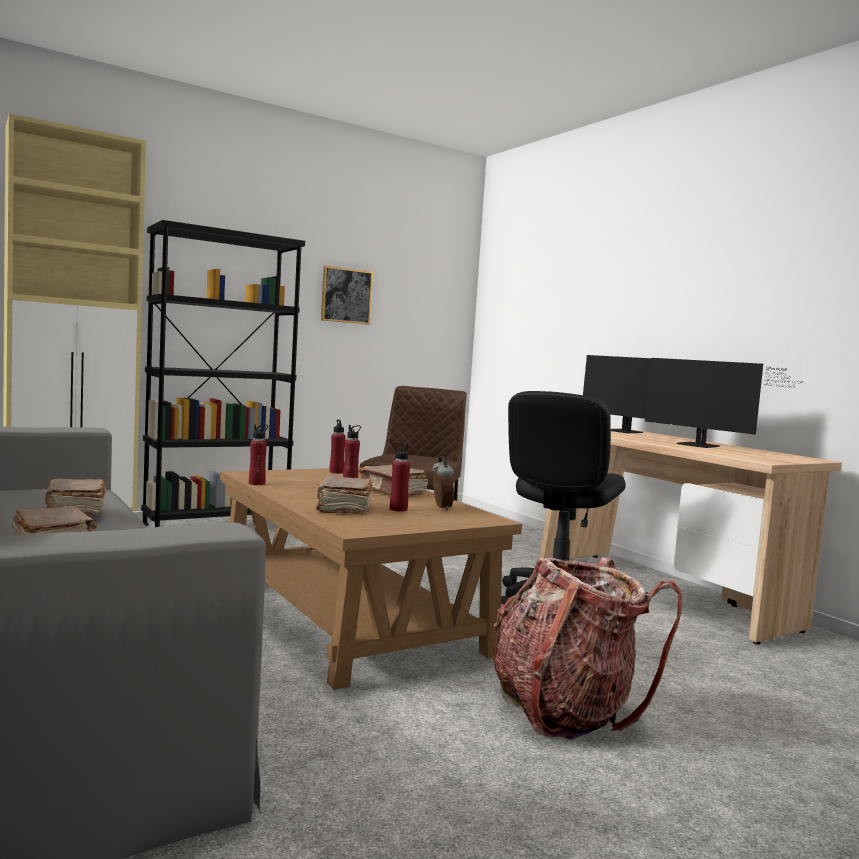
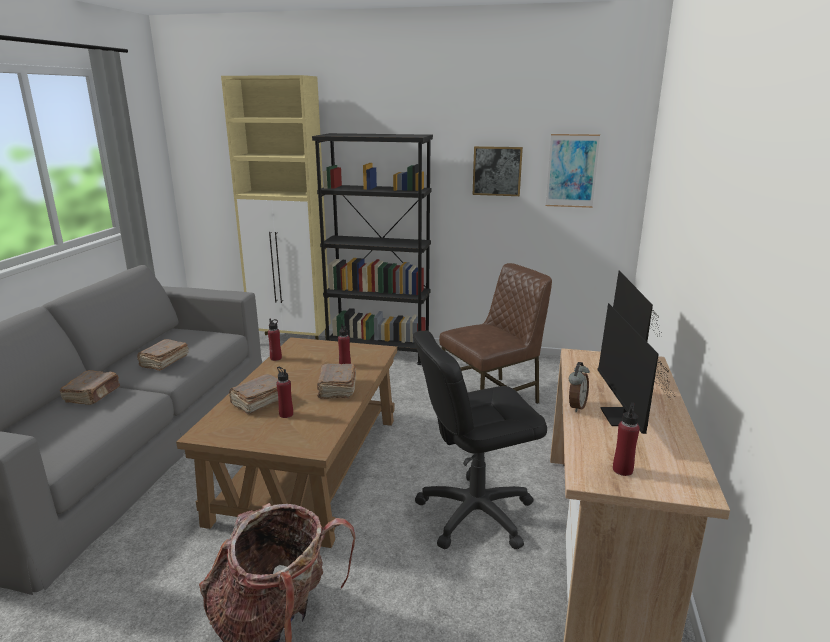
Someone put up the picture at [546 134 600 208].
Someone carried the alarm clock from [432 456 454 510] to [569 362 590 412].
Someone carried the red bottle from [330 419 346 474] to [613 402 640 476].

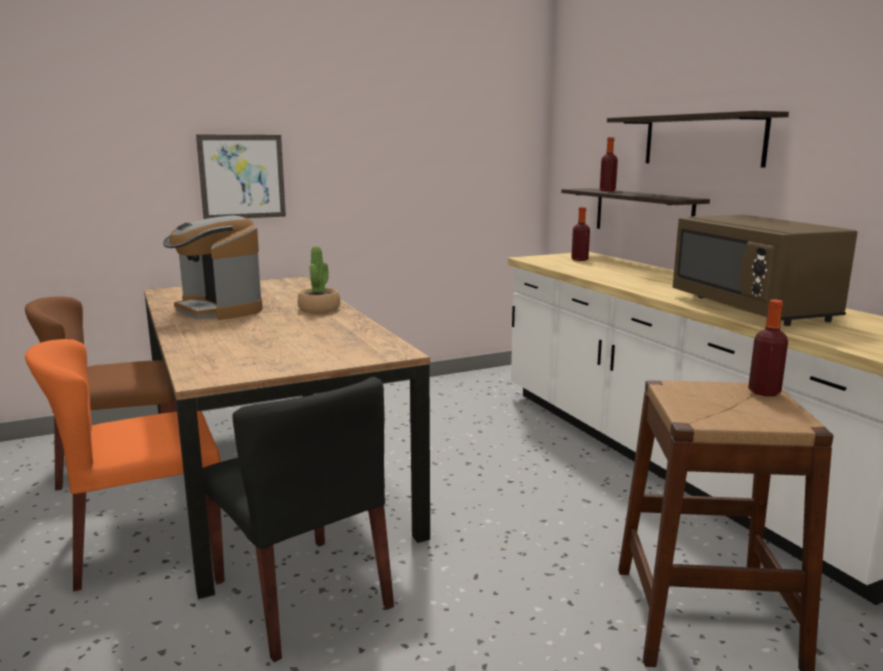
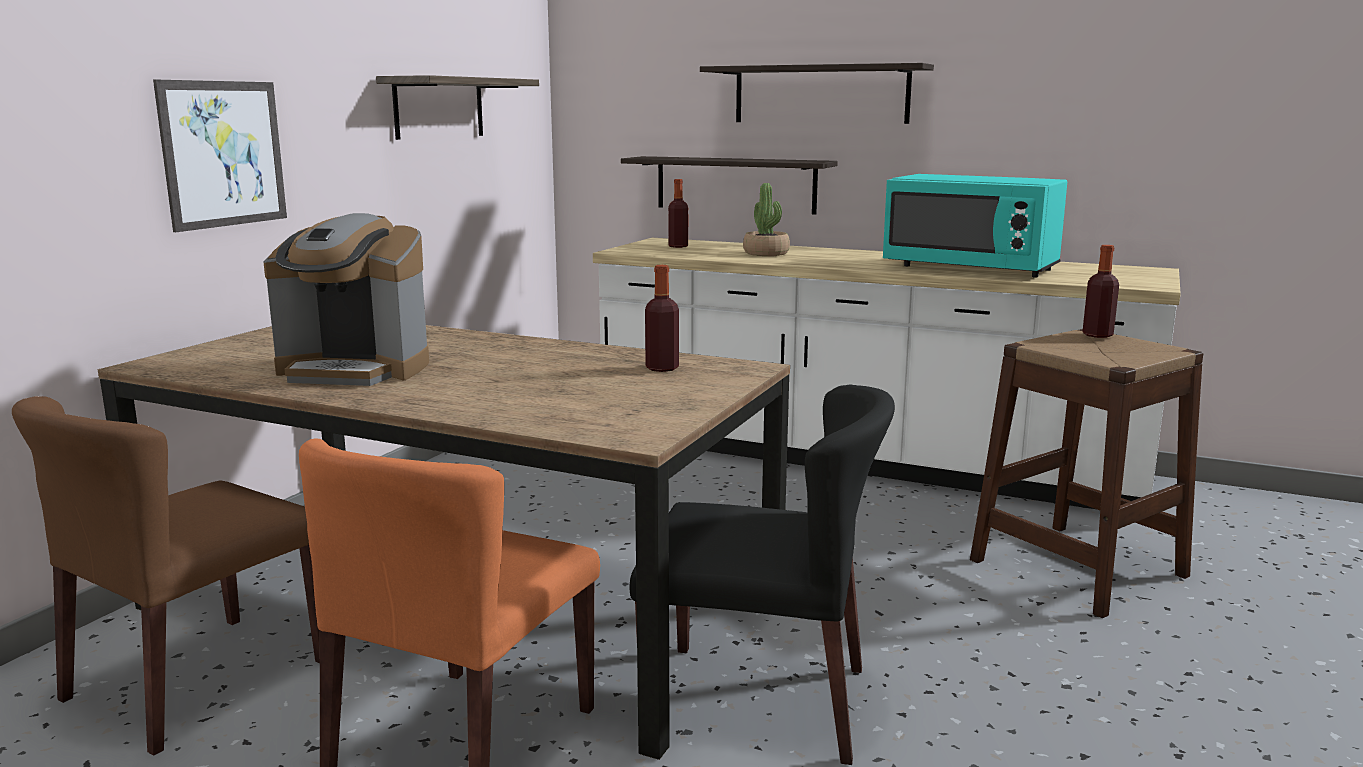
Someone put up the shelf at [376 75 539 140].
Someone carried the bottle from [600 137 618 191] to [645 265 679 372].
Someone carried the potted plant from [298 246 340 313] to [743 183 790 256].
Someone repainted the brown microwave at [673 215 857 326], which became the turquoise microwave at [883 174 1067 278].

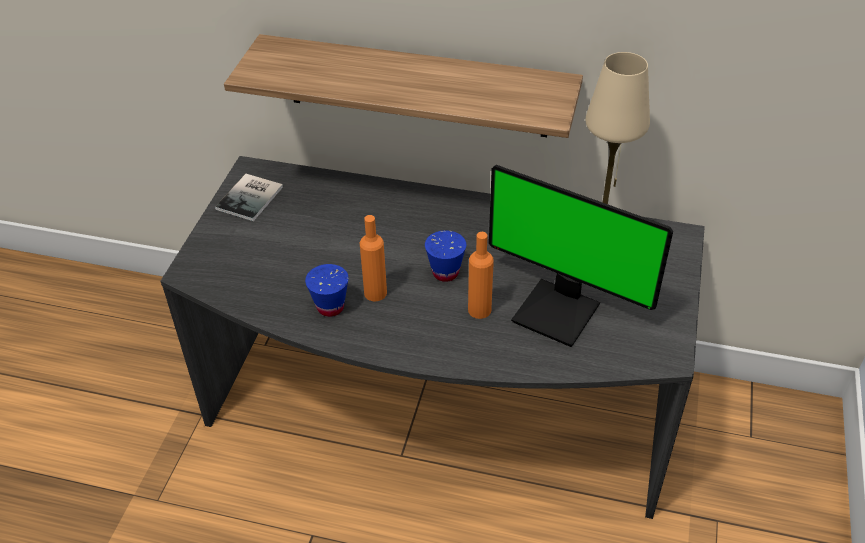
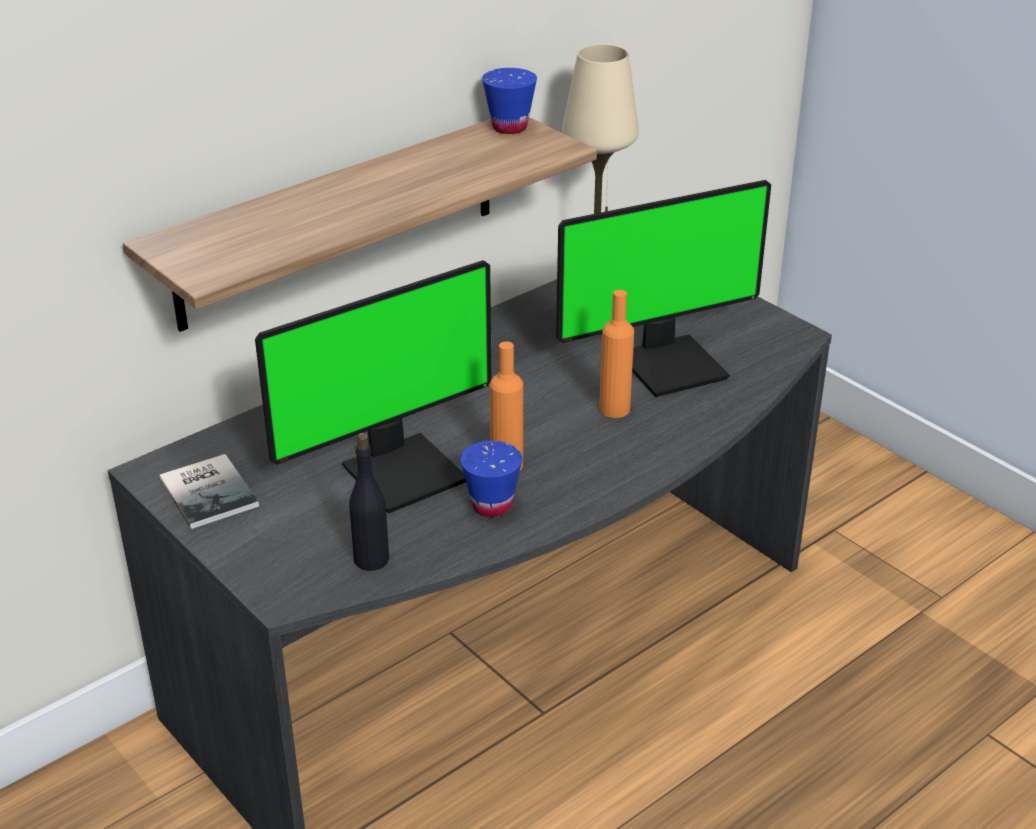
Someone put down the monitor at [255 260 492 514].
Someone put down the black bottle at [349 433 389 571].
Someone carried the blue cup from [425 230 466 282] to [482 68 537 134].

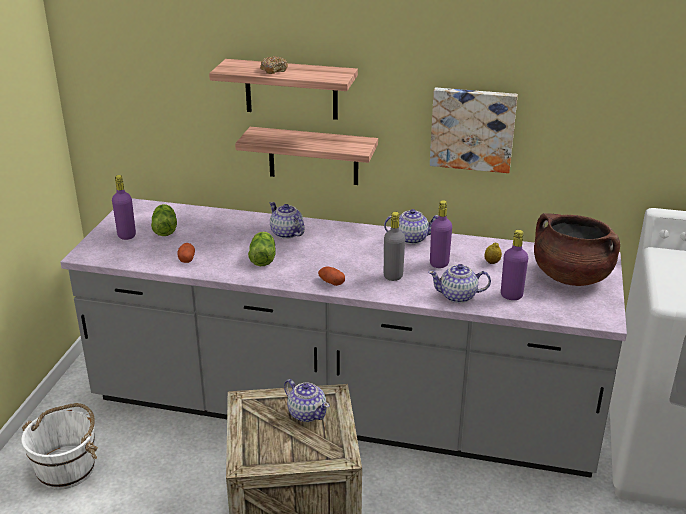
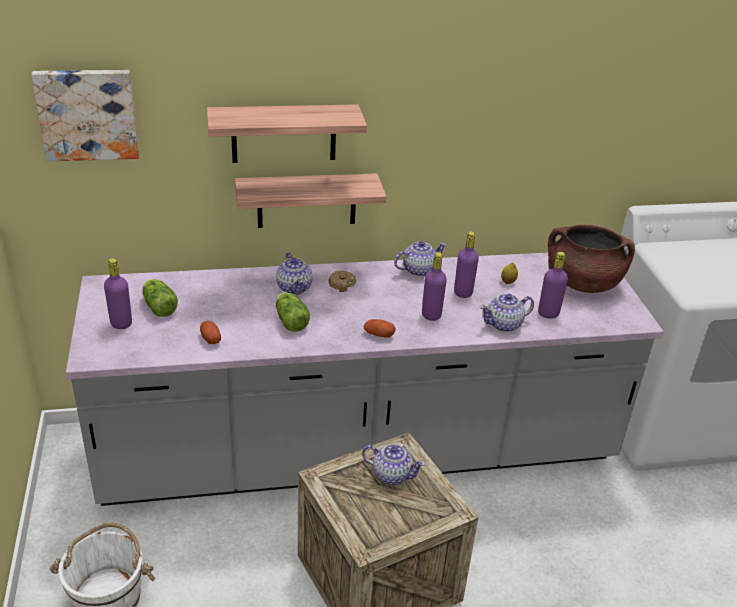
Someone carried the picture from [430 88 518 173] to [31 70 139 161].
Someone rotated the teapot at [270 202 305 239] by 135 degrees counterclockwise.
Someone carried the donut from [260 56 288 74] to [328 270 356 292].
Someone repainted the grey bottle at [384 212 405 281], which became the purple bottle at [422 252 447 321].

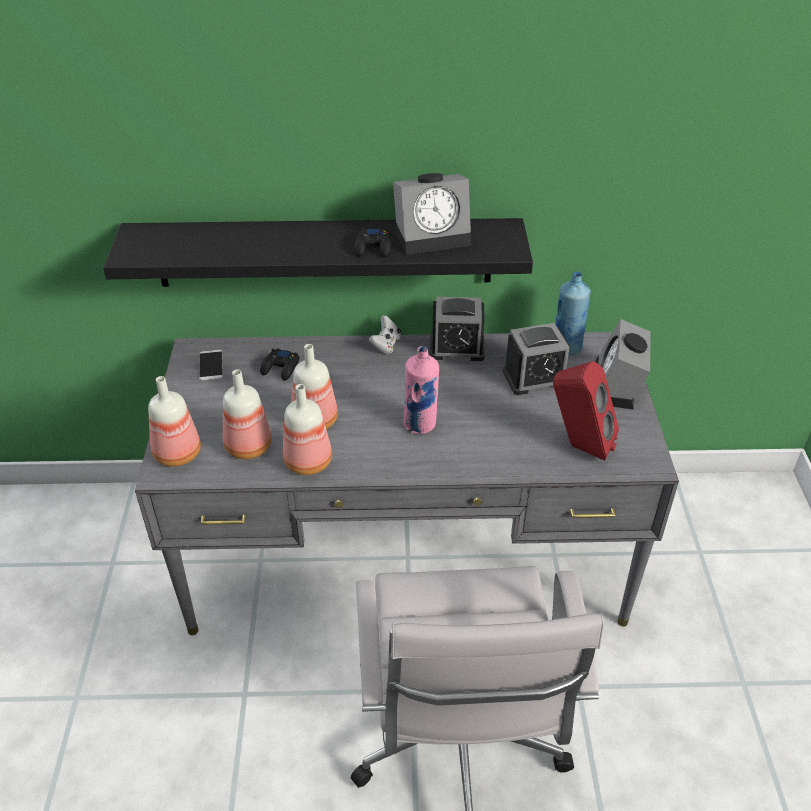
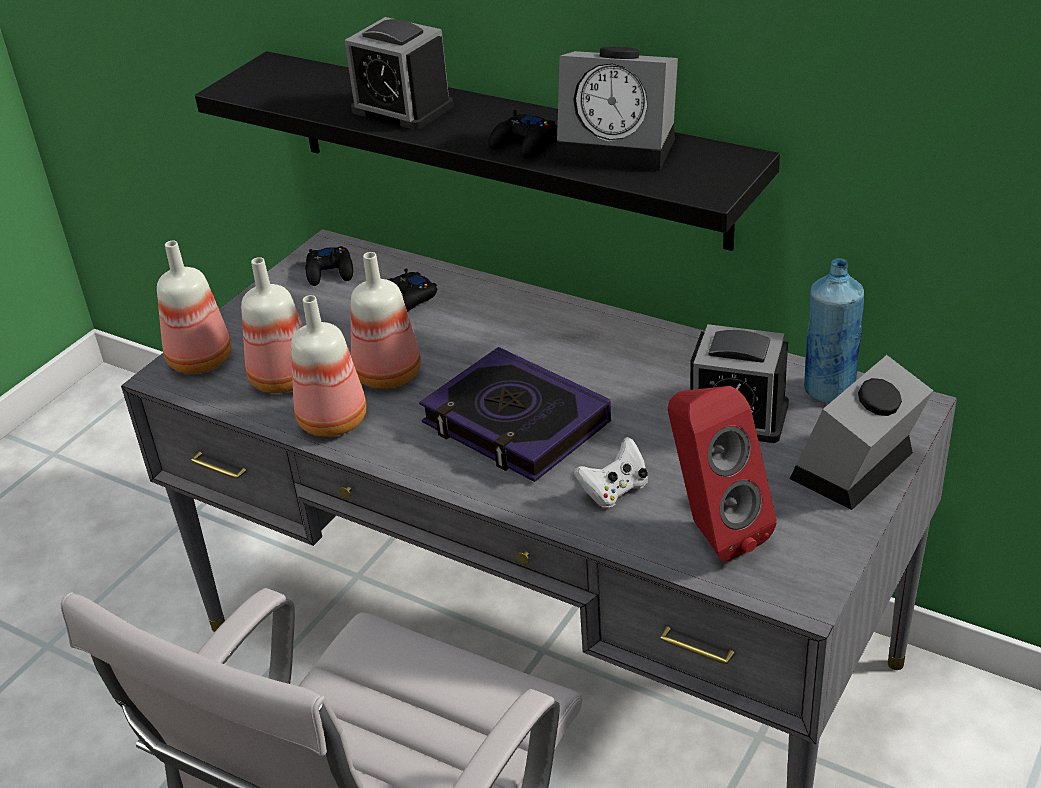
Someone swapped the phone at [199 350 223 381] for the black game controller at [305 246 353 286].
Someone carried the alarm clock from [430 297 485 361] to [344 17 453 130].
Someone swapped the pink bottle at [404 346 439 434] for the book at [419 347 611 482].
Someone carried the white game controller from [369 315 401 354] to [574 437 648 508].

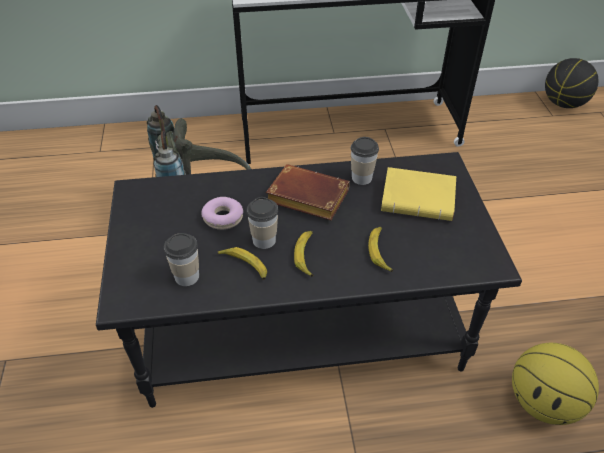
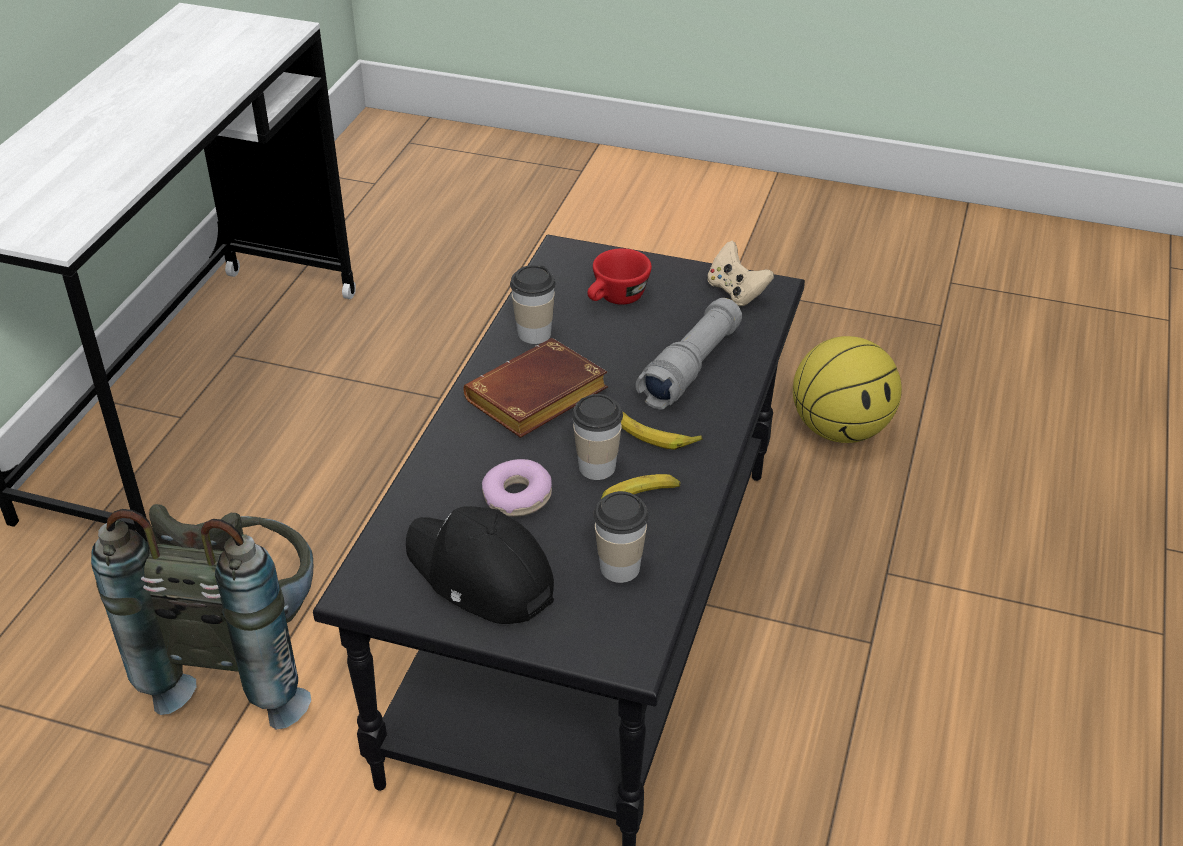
Someone put down the black cap at [406 506 554 624].
Someone swapped the yellow book at [381 167 456 221] for the red cup at [587 248 652 305].
Someone swapped the banana at [368 227 393 272] for the grey flashlight at [636 298 742 409].
Someone put down the beige game controller at [707 241 774 306].
Someone took away the basketball at [545 58 598 108].

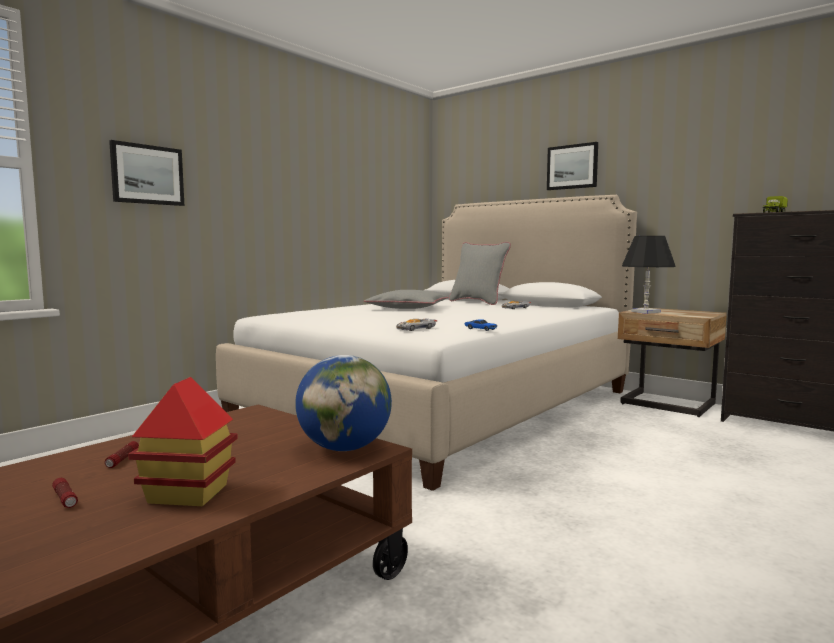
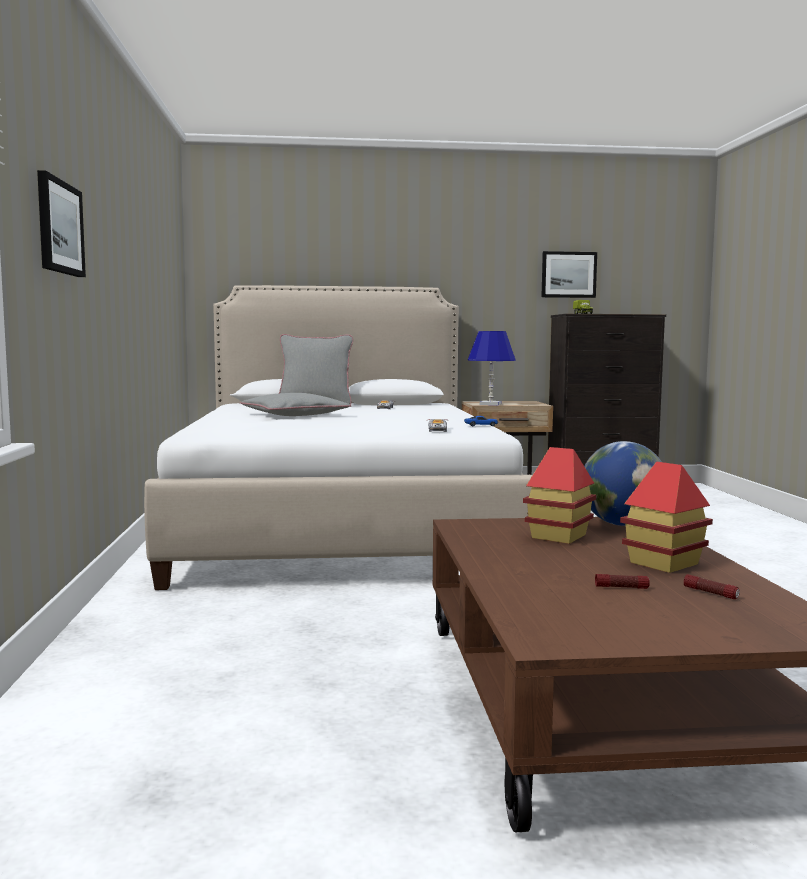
Someone repainted the black table lamp at [622 236 675 314], which became the blue table lamp at [468 331 516 405].
Someone put down the toy house at [523 447 596 544].
Someone carried the picture from [547 142 598 190] to [542 251 597 298].
Someone carried the flashlight from [105 441 139 468] to [684 574 740 599].

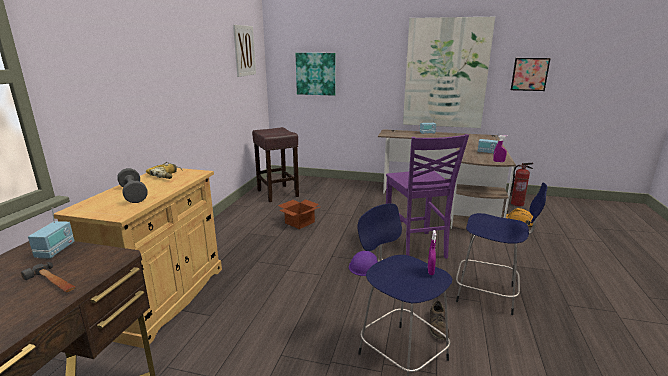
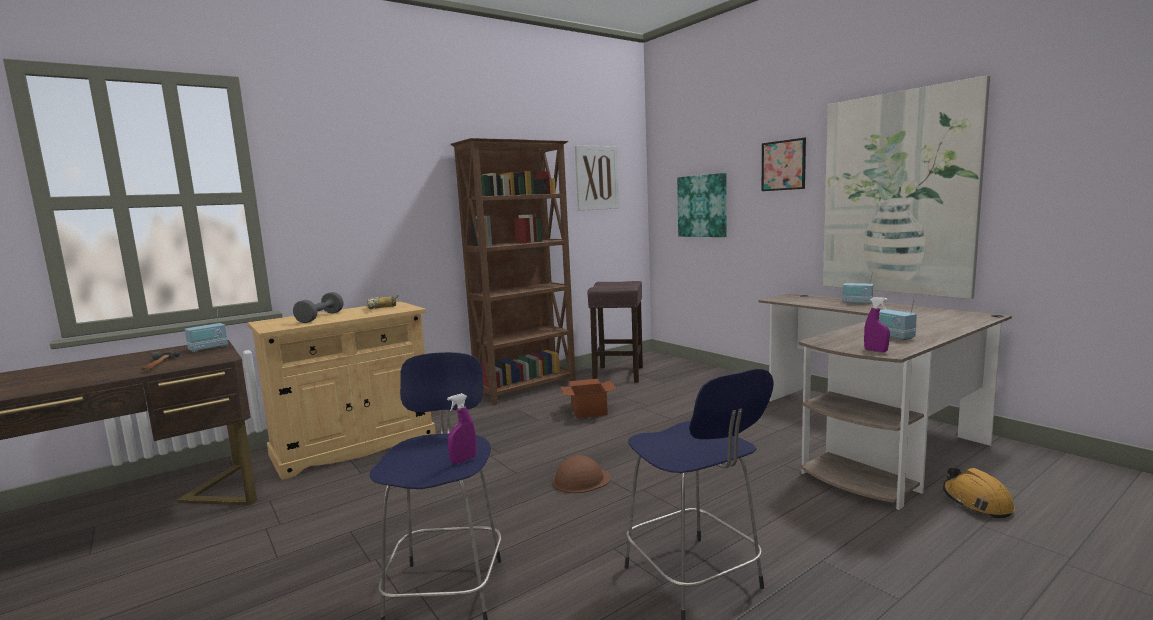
Someone put down the brown bookcase at [451 138 576 405].
Someone repainted the purple hard hat at [349 251 378 276], which became the brown hard hat at [553 455 611 493].
Someone carried the picture from [511 58 551 91] to [762 138 806 191].
Someone took away the purple chair at [386 134 469 259].
Someone took away the brown shoe at [430 301 450 340].
Someone took away the fire extinguisher at [510 163 533 206].

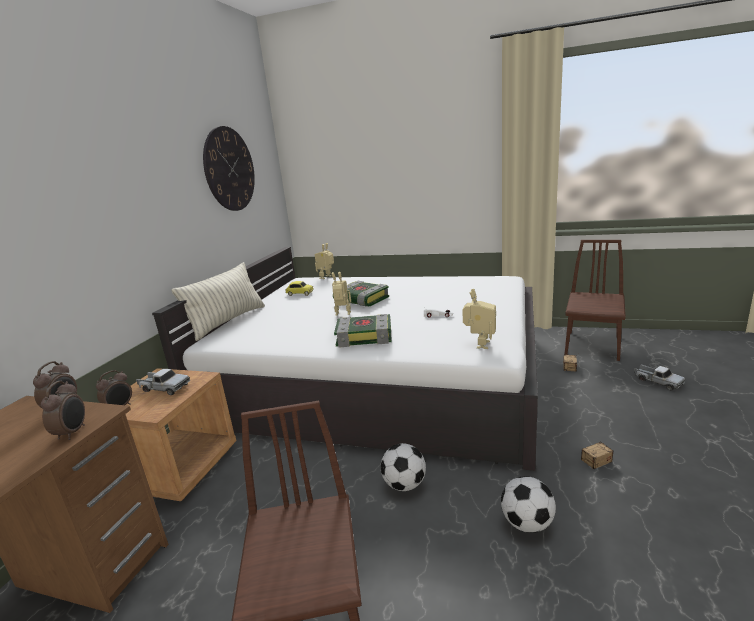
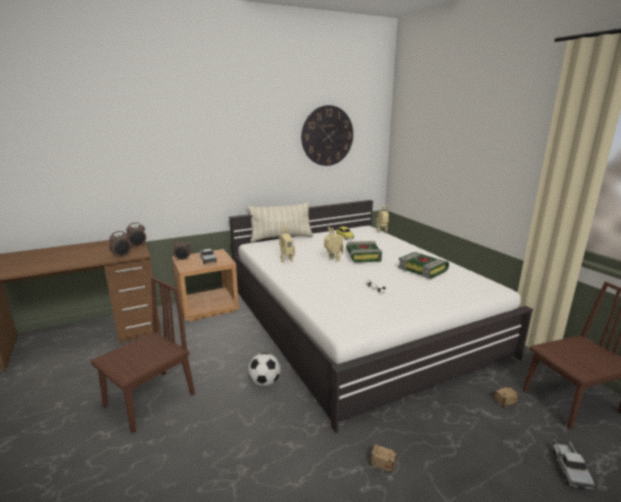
Someone carried the toy robot from [462 289 496 349] to [279 226 295 263].
Someone carried the book from [334 314 392 348] to [398 252 449 279].
Someone took away the football at [501 476 556 533].

